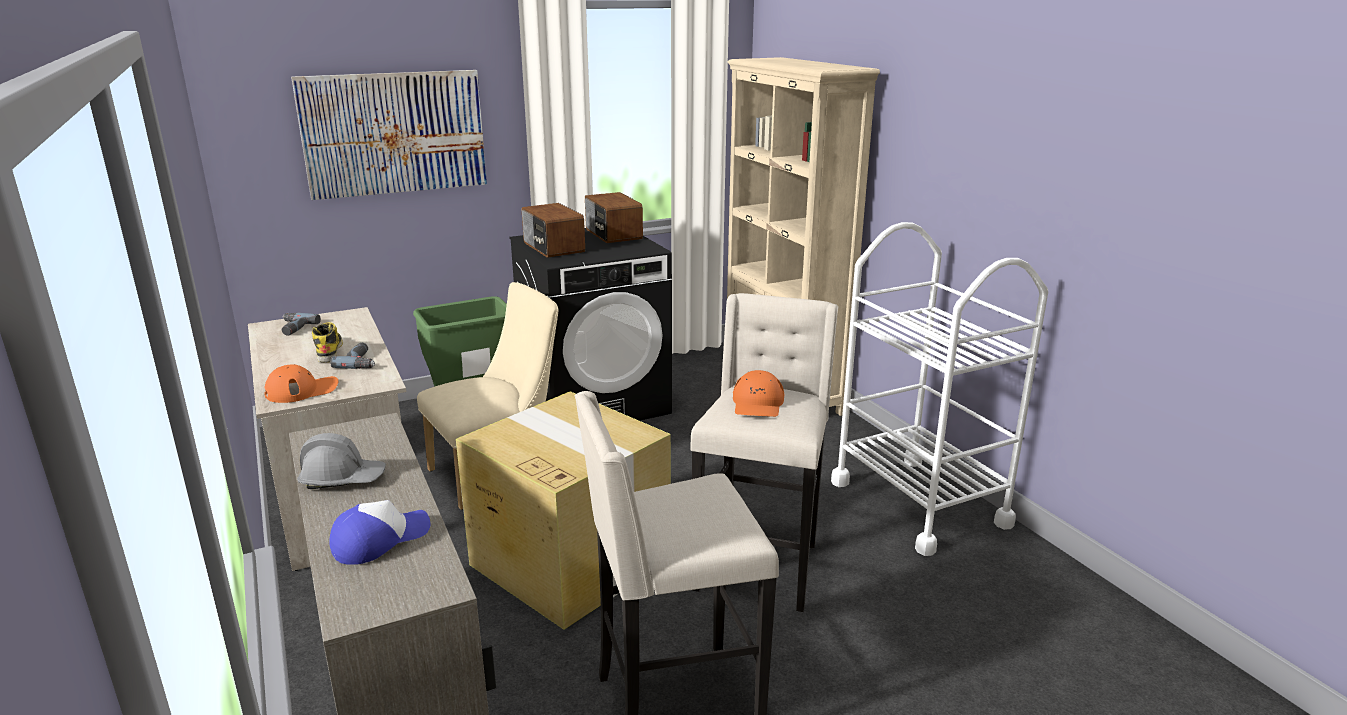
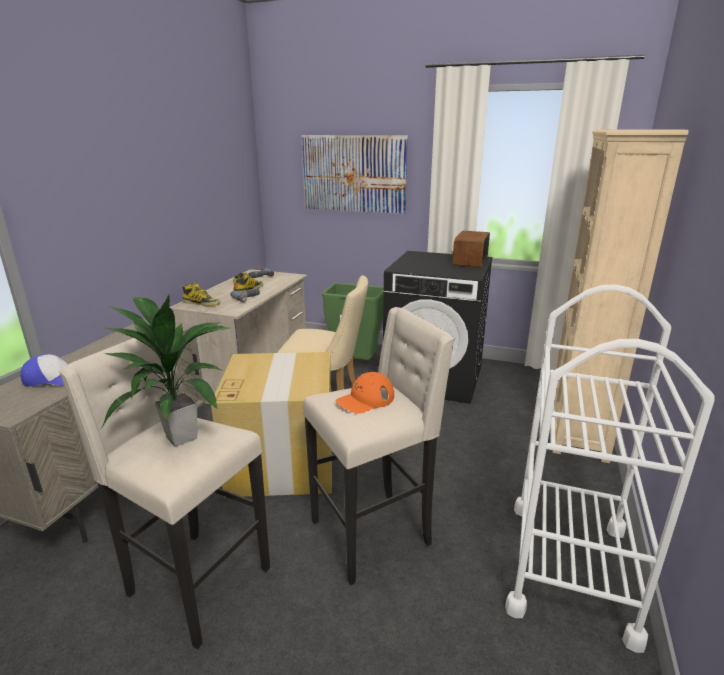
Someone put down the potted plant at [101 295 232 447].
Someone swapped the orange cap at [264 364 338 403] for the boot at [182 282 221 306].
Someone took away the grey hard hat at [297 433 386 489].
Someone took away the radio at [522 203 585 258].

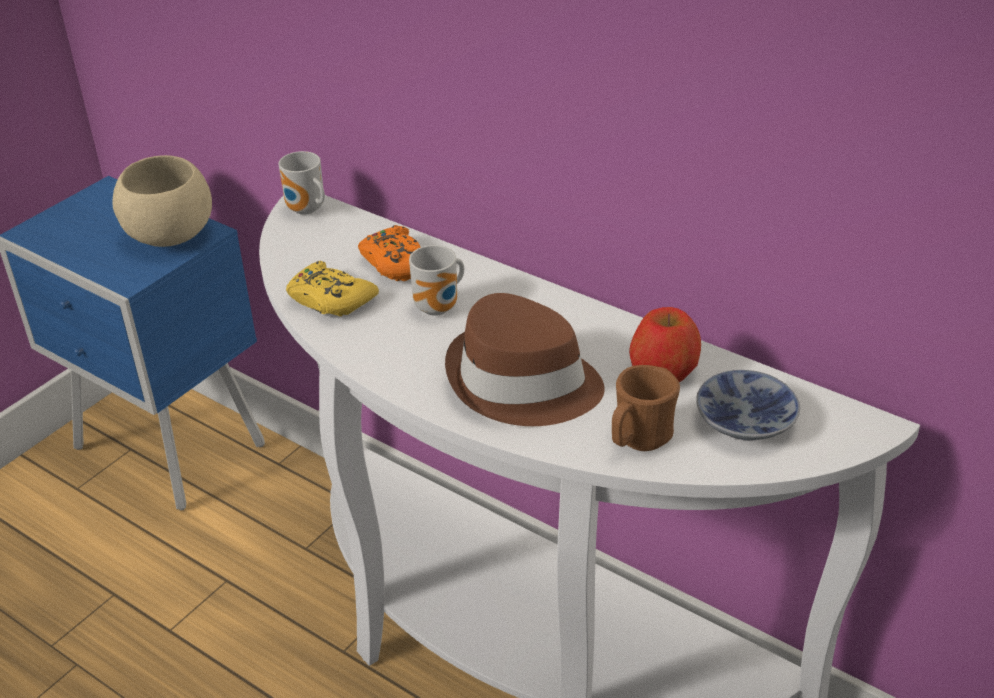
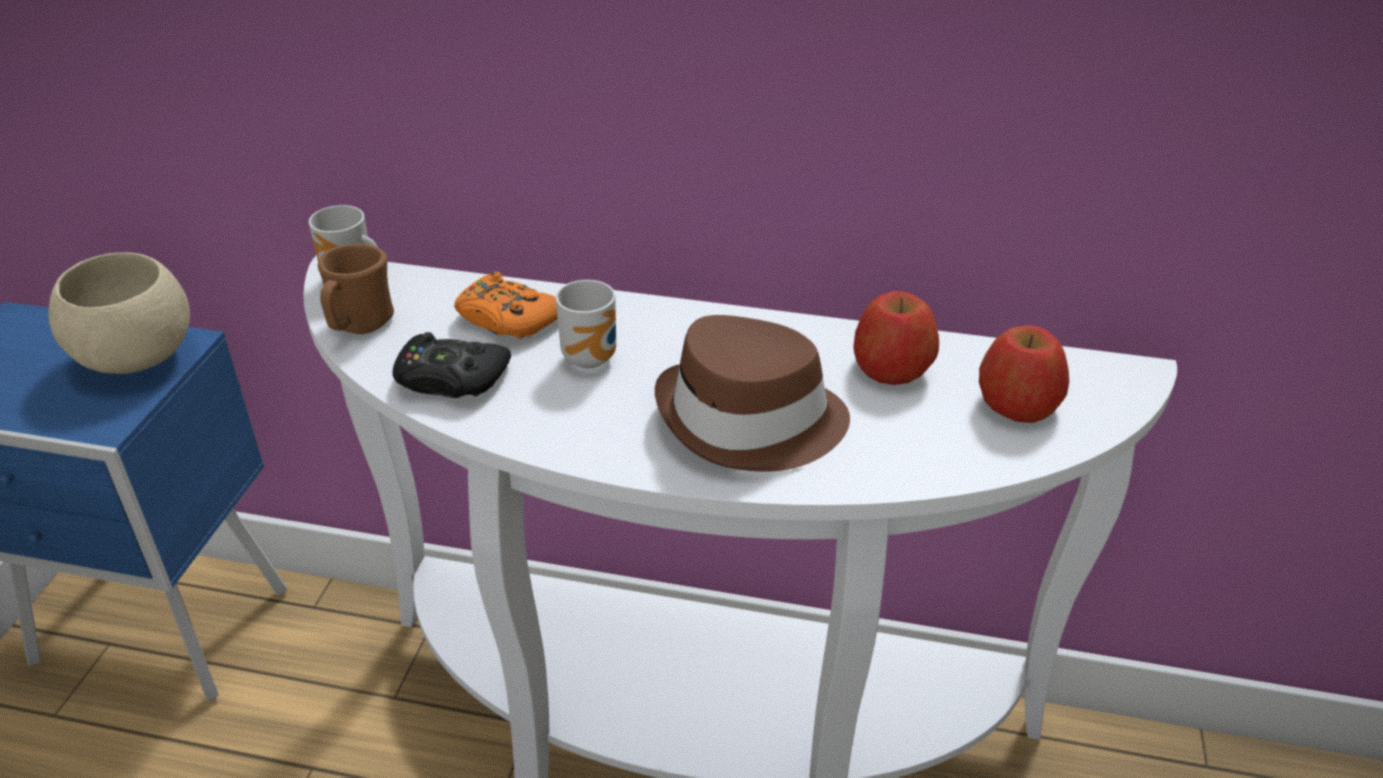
Someone carried the brown mug from [612 365 680 451] to [318 243 394 334].
Someone repainted the yellow game controller at [286 261 379 317], which became the black game controller at [392 332 511 398].
Someone swapped the bowl at [696 370 800 441] for the apple at [979 325 1069 423].

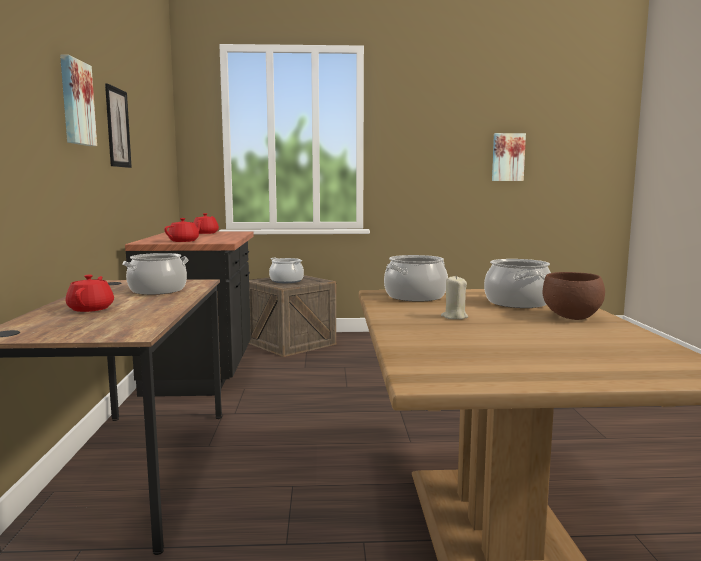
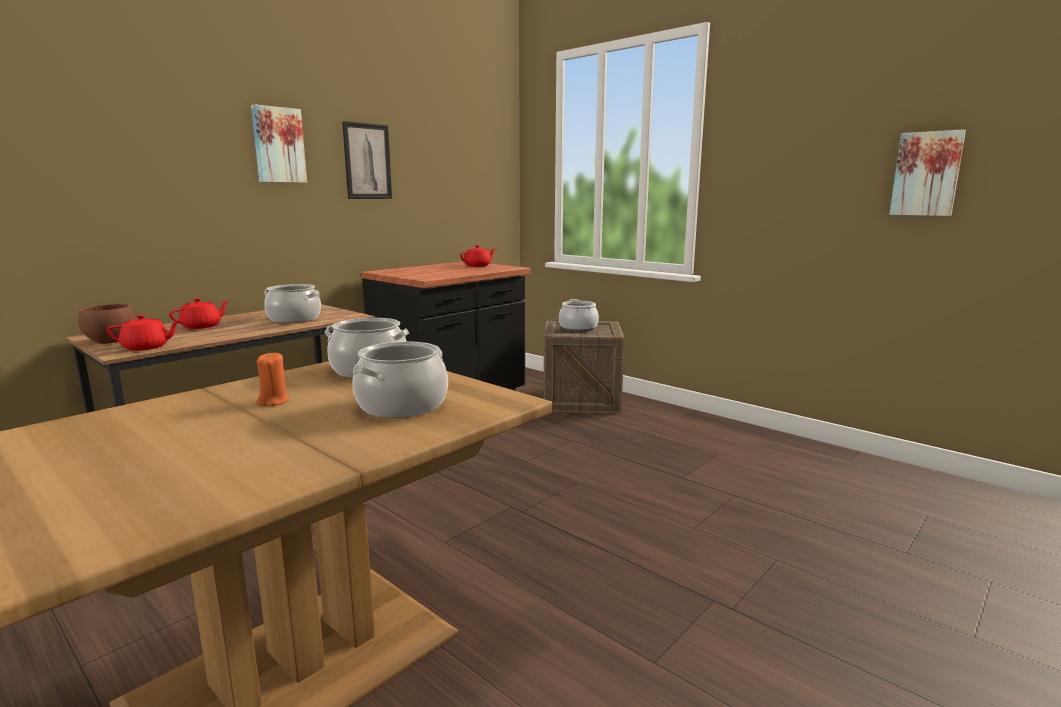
Someone carried the brown bowl from [543 272 605 320] to [78 304 136 344].
Someone carried the red teapot from [164 218 202 242] to [107 314 182 351].
Someone repainted the beige candle at [441 275 468 319], which became the orange candle at [257 352 290 406].

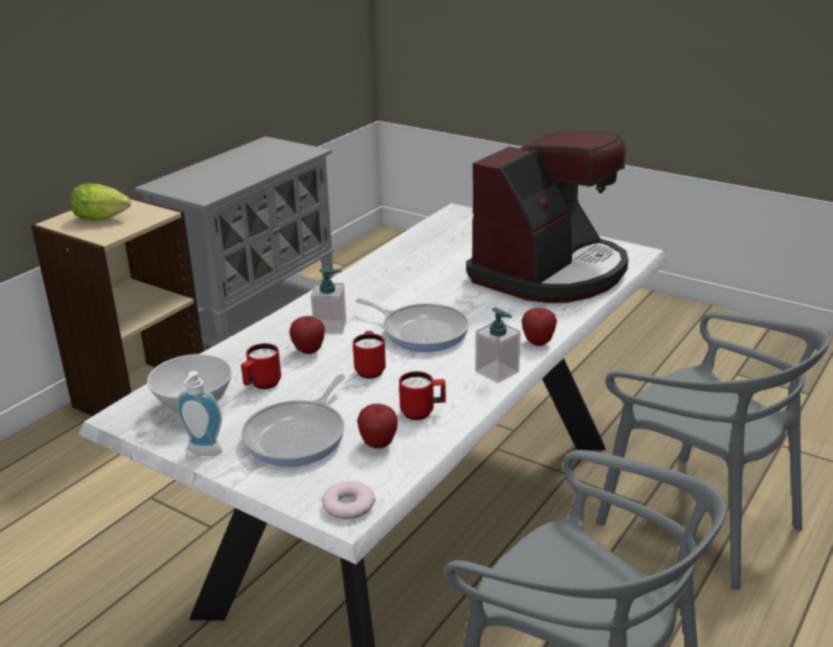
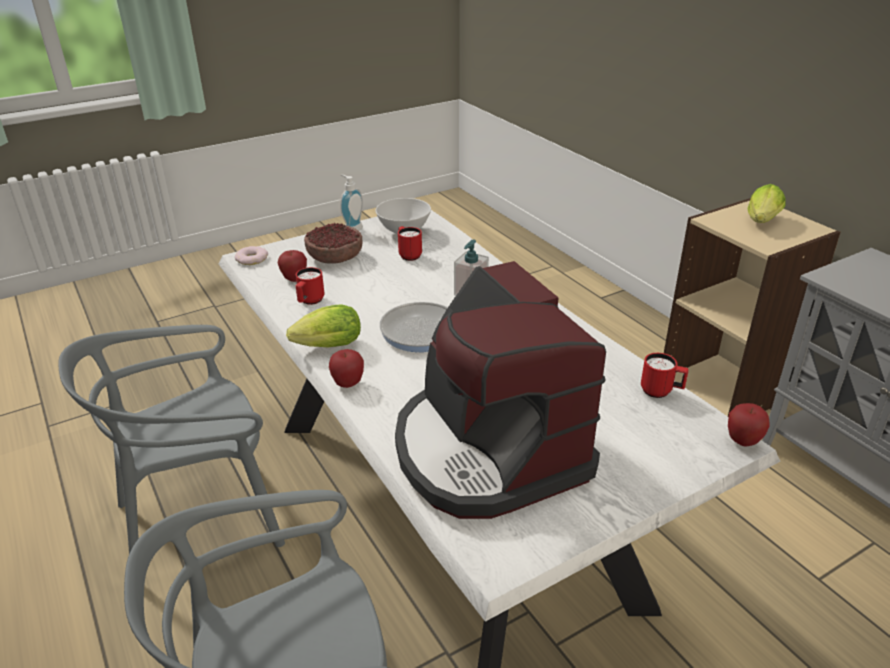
Someone swapped the soap dispenser at [475 307 521 383] for the lettuce at [286 304 361 347].
Someone swapped the frying pan at [241 374 345 467] for the bowl at [304 223 363 264].
Someone carried the red mug from [353 331 386 379] to [641 353 689 398].
Someone carried the apple from [289 316 325 354] to [728 403 769 446].

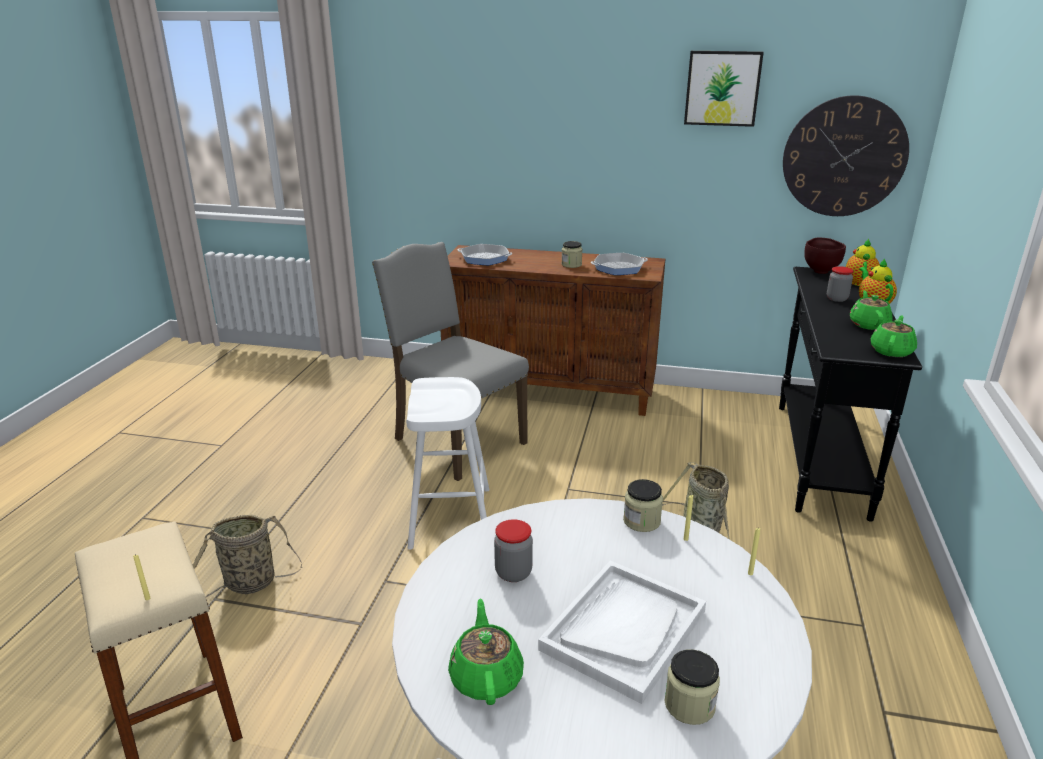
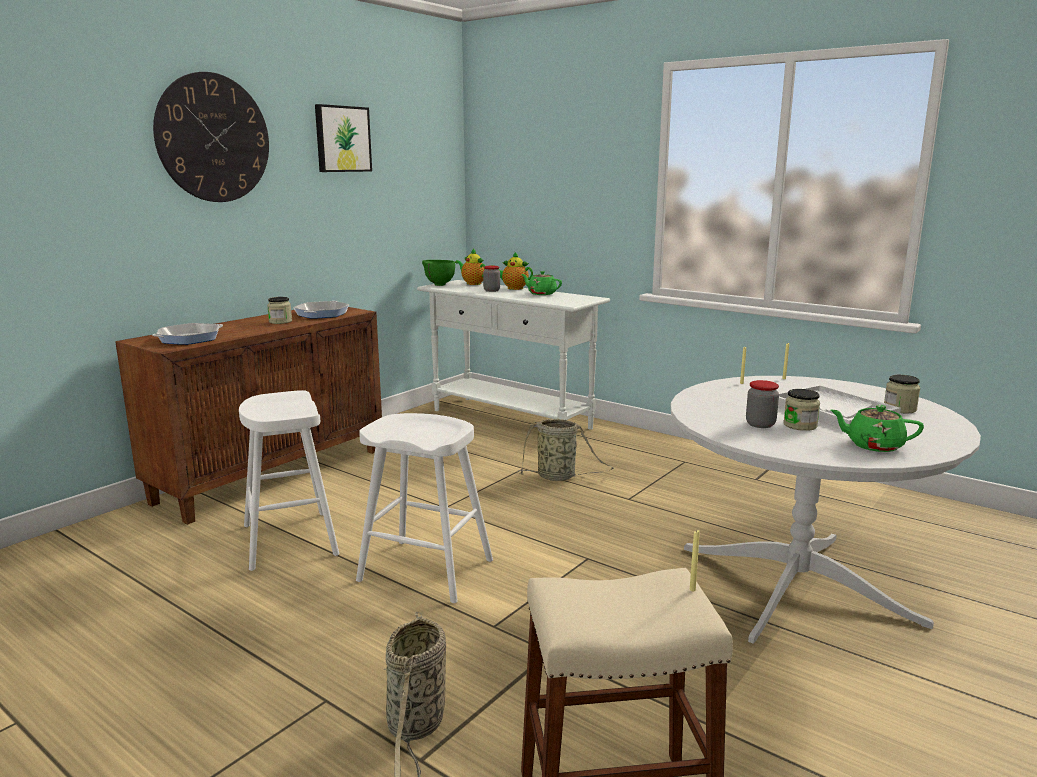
Someone carried the wall clock from [783 95 909 216] to [153 72 269 202].
Someone swapped the grey chair at [372 242 529 481] for the white stool at [239 390 339 571].
Someone repainted the black console table at [779 267 922 522], which became the white console table at [417 280 610 430].
Someone repainted the brown bowl at [804 238 846 274], which became the green bowl at [422 260 455 286].
Someone carried the jar from [623 479 663 532] to [783 389 820 431].
Someone took away the green teapot at [871 315 917 357].

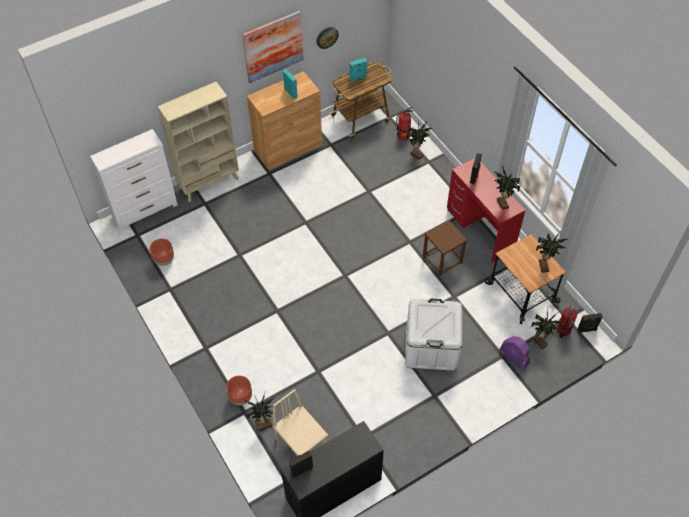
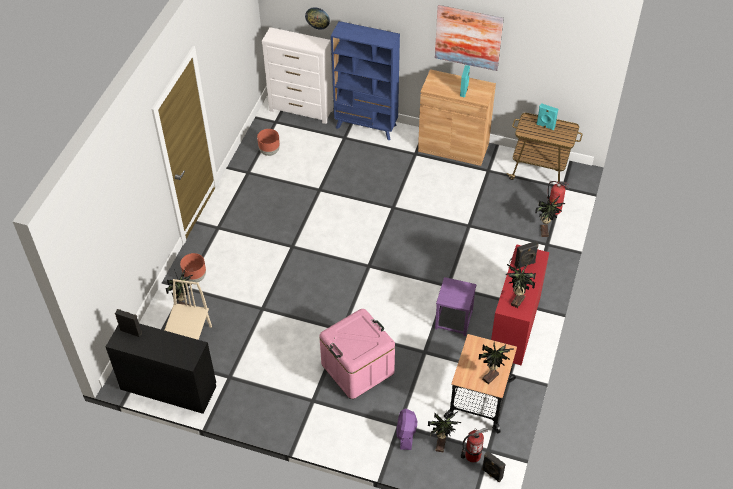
Someone carried the wall clock from [317 27 339 49] to [305 7 330 29].
Someone repainted the white storage box at [405 299 462 371], which became the pink storage box at [319 309 395 399].
Someone repainted the beige bookcase at [157 81 239 202], which became the blue bookcase at [331 21 400 141].
Someone repainted the brown stool at [423 220 467 276], which became the purple stool at [435 277 477 336].

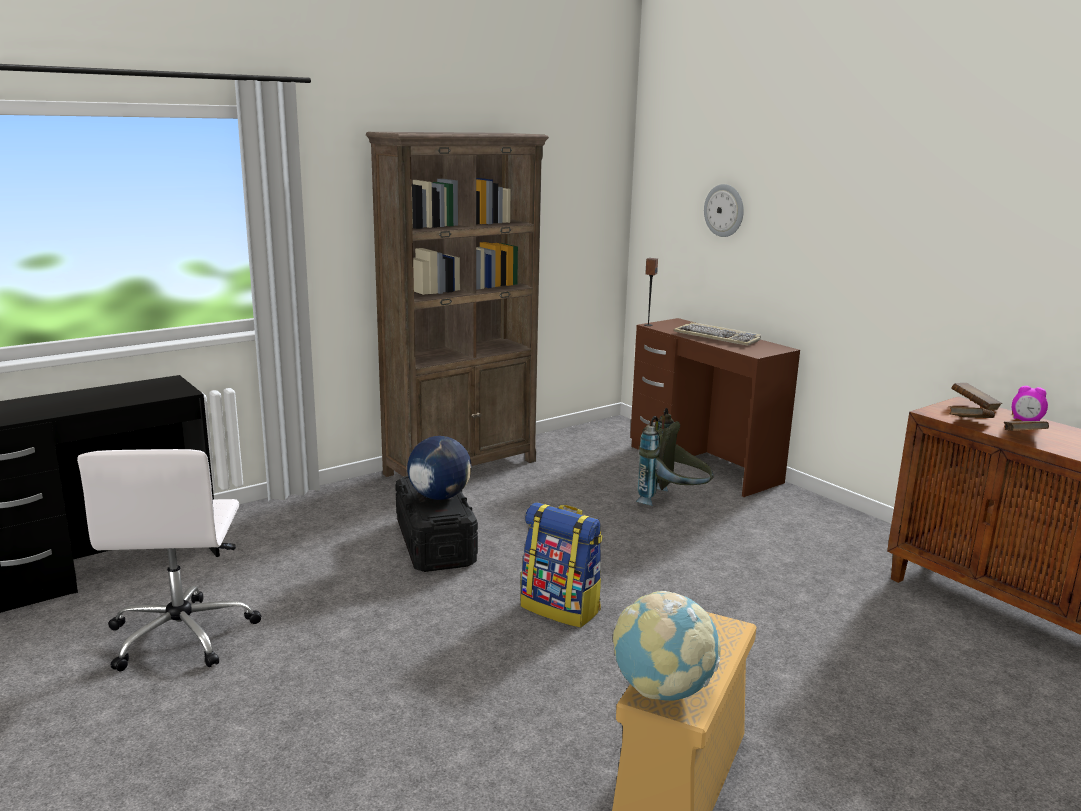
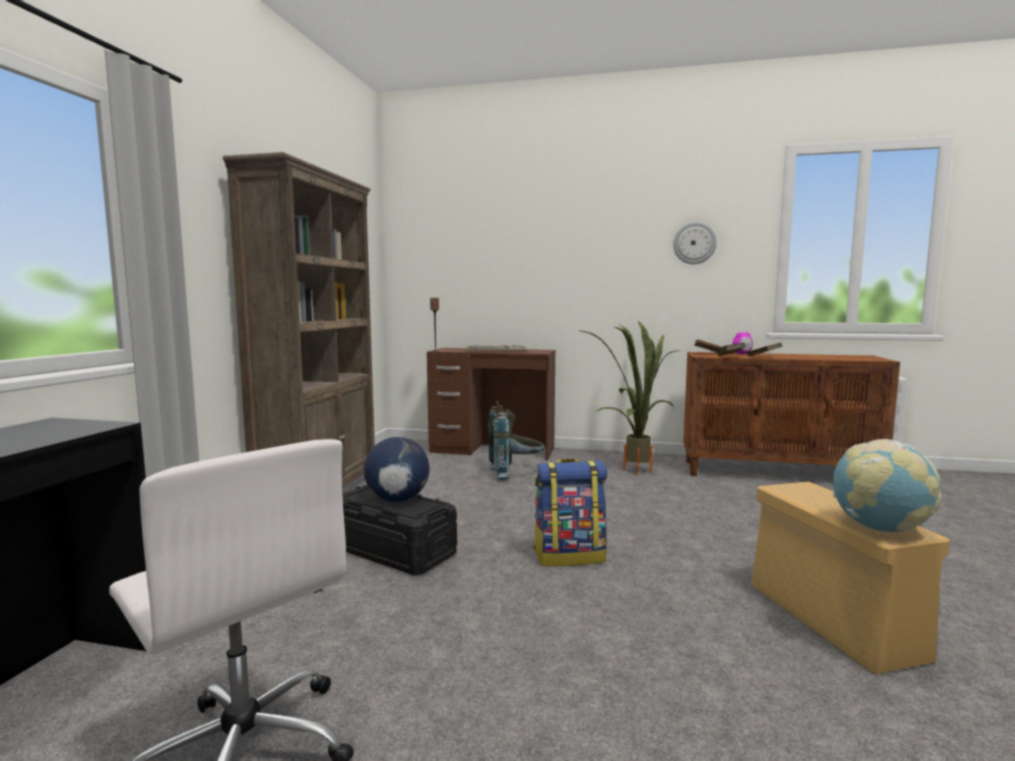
Someone put down the potted plant at [578 320 680 475].
Someone carried the wall clock from [704 184 744 237] to [673 222 717 264].

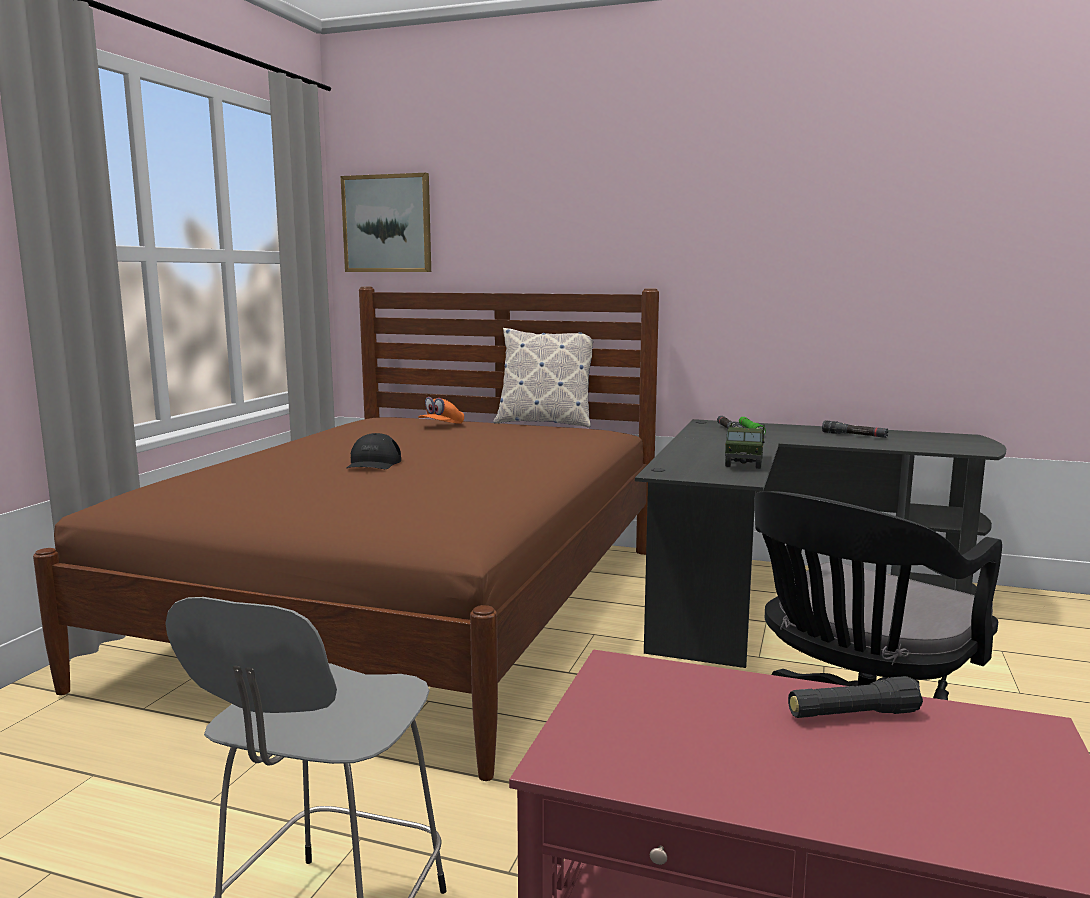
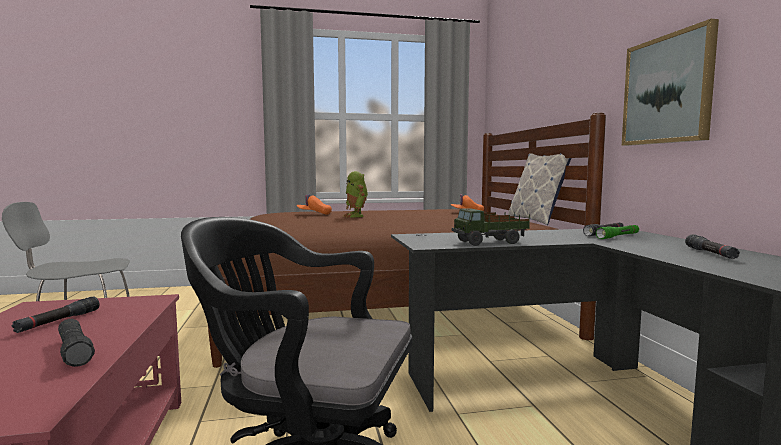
Someone put down the black flashlight at [12 296 99 333].
Someone put down the orange cap at [297 194 332 215].
Someone swapped the black cap at [346 433 401 469] for the toy robot at [344 171 368 217].
Someone carried the picture from [341 173 431 272] to [622 19 719 146].

